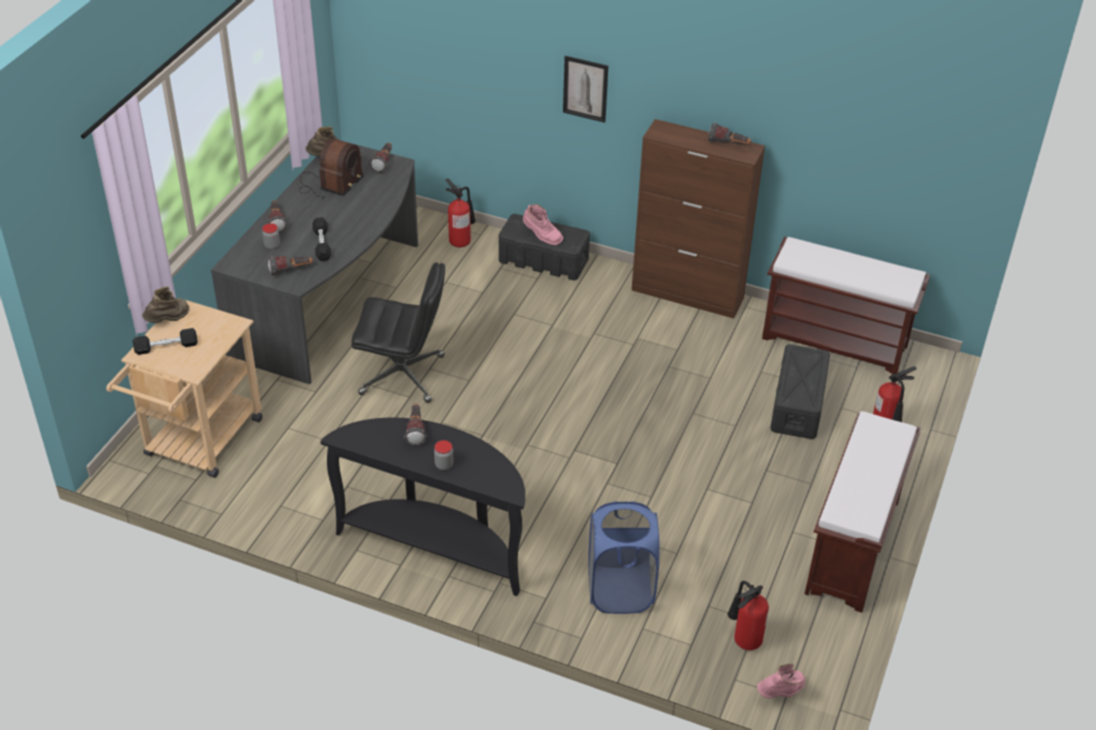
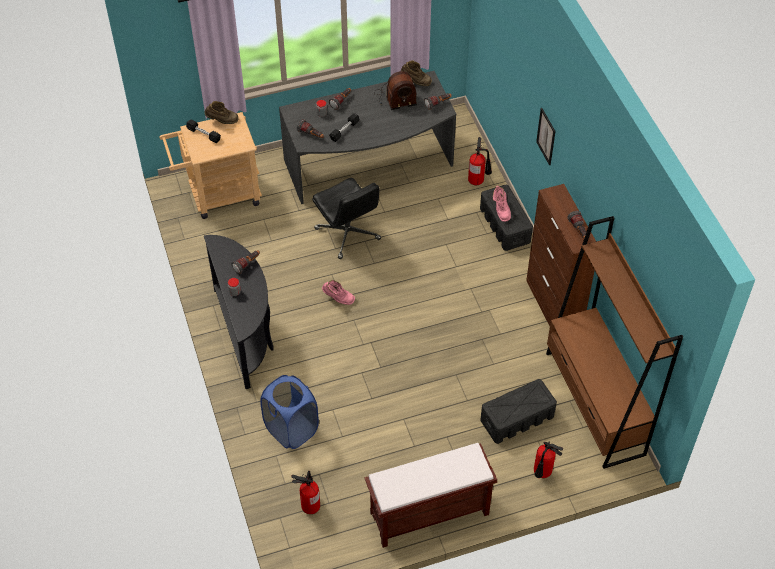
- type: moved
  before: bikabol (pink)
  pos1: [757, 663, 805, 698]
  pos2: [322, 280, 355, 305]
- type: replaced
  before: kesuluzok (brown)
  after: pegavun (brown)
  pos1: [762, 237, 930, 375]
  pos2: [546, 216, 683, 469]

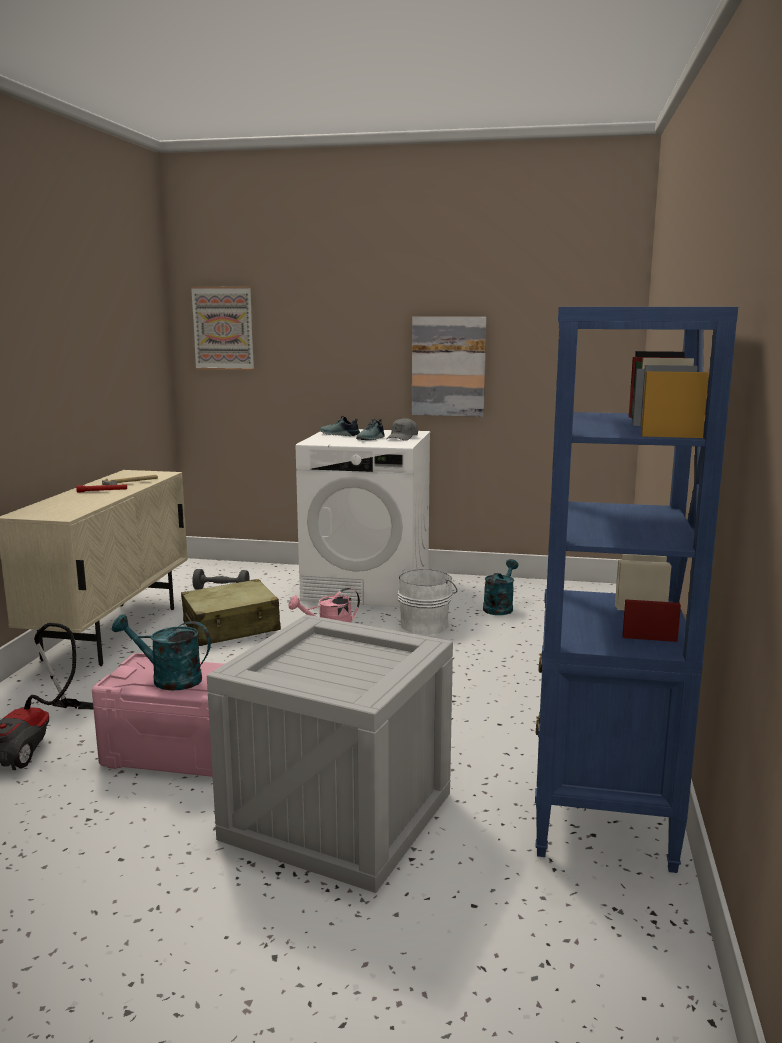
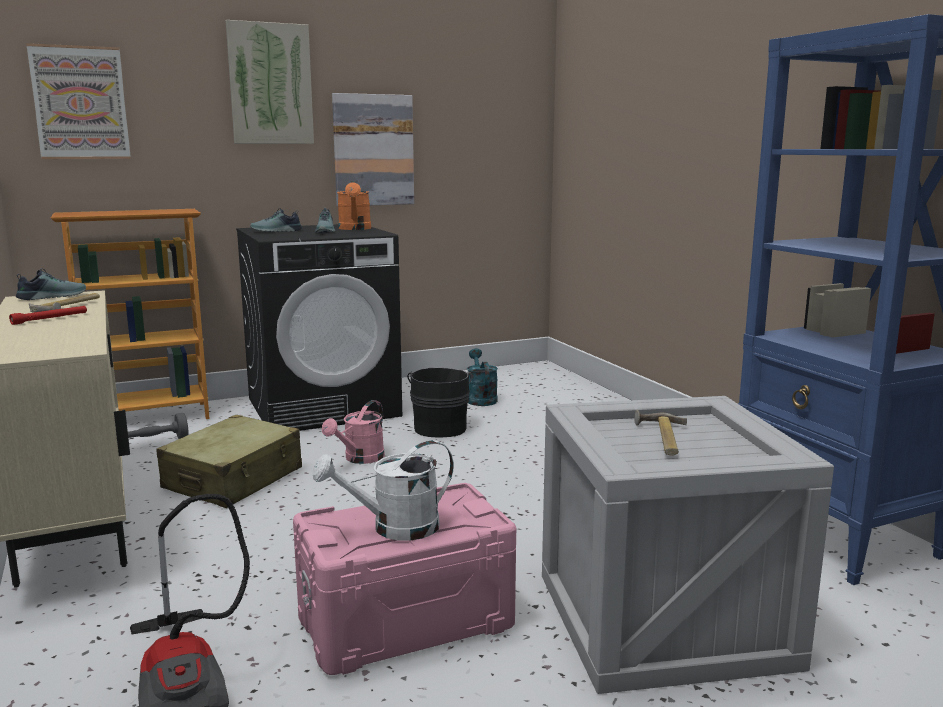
- type: added
  after: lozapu
  pos2: [16, 268, 86, 300]
- type: added
  after: pegavun
  pos2: [51, 209, 210, 419]
- type: added
  after: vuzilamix
  pos2: [226, 20, 314, 144]
- type: recoloured
  before: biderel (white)
  after: biderel (black)
  pos1: [296, 429, 430, 607]
  pos2: [236, 224, 402, 431]
- type: recoloured
  before: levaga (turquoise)
  after: levaga (white)
  pos1: [112, 614, 211, 691]
  pos2: [313, 440, 454, 541]
- type: replaced
  before: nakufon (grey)
  after: levaga (orange)
  pos1: [386, 418, 418, 441]
  pos2: [337, 181, 371, 230]
- type: recoloured
  before: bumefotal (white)
  after: bumefotal (black)
  pos1: [398, 569, 457, 635]
  pos2: [407, 368, 473, 438]
- type: added
  after: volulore
  pos2: [634, 410, 687, 455]

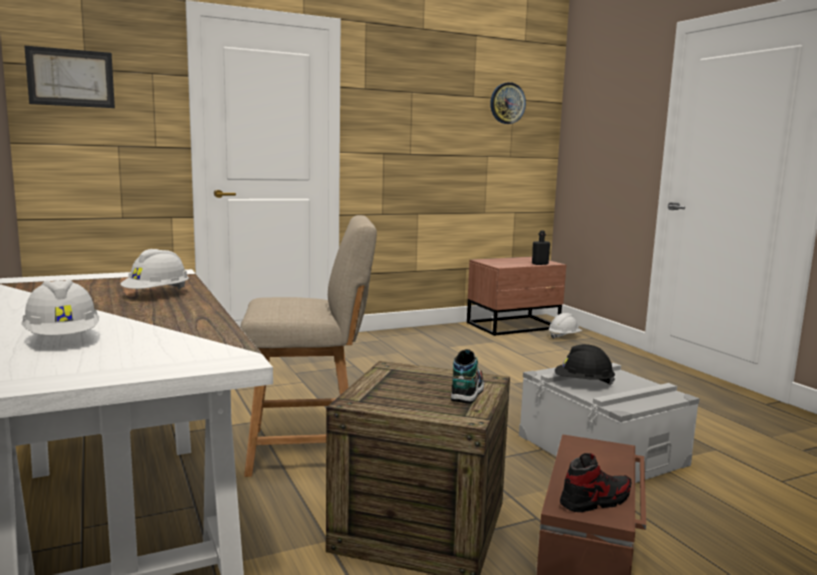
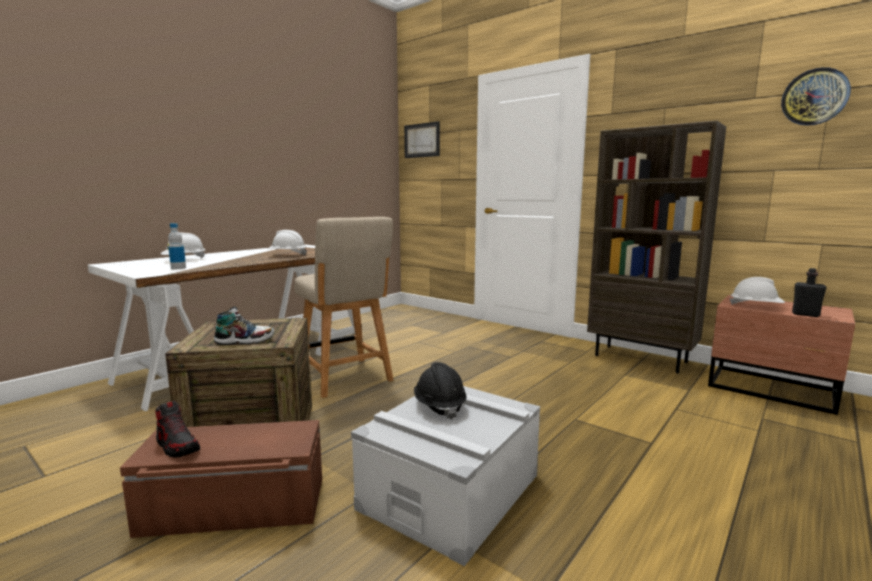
- type: added
  after: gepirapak
  pos2: [168, 223, 186, 269]
- type: added
  after: pegavun (brown)
  pos2: [587, 121, 726, 373]
- type: moved
  before: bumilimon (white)
  pos1: [549, 313, 582, 339]
  pos2: [730, 277, 785, 305]

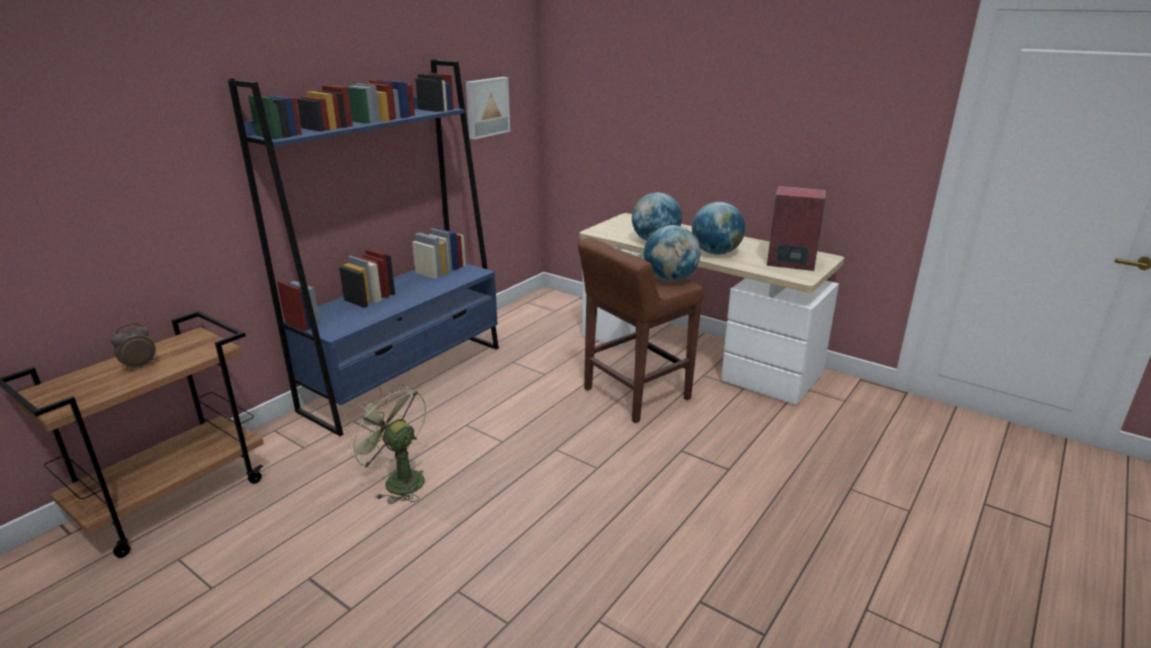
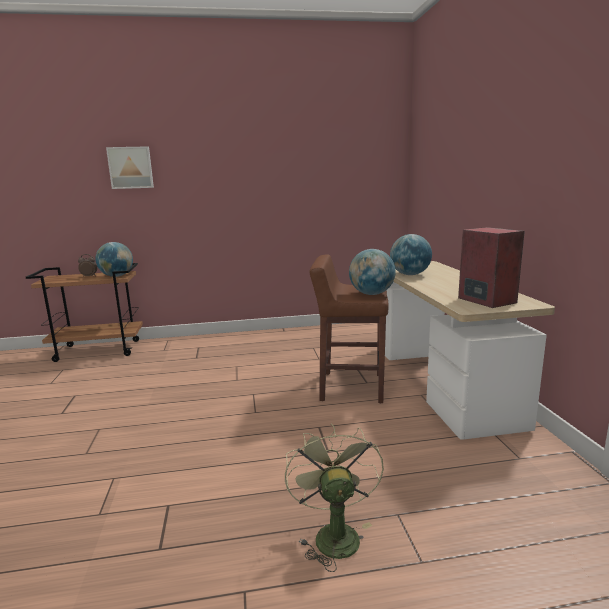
- type: moved
  before: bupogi
  pos1: [692, 202, 745, 255]
  pos2: [95, 242, 133, 277]
- type: moved
  before: vuzilamix
  pos1: [466, 77, 510, 140]
  pos2: [106, 146, 154, 189]
- type: moved
  before: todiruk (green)
  pos1: [345, 384, 426, 504]
  pos2: [285, 423, 384, 572]
- type: removed
  before: pegavun (blue)
  pos1: [228, 59, 499, 436]

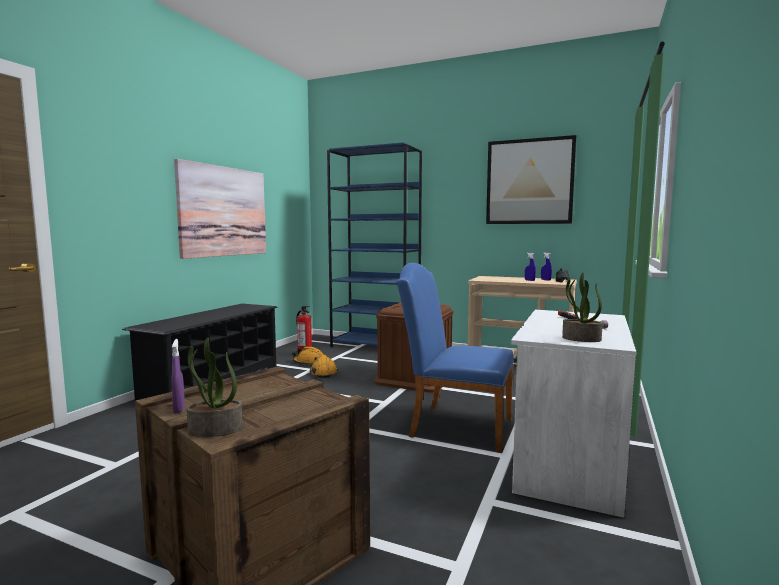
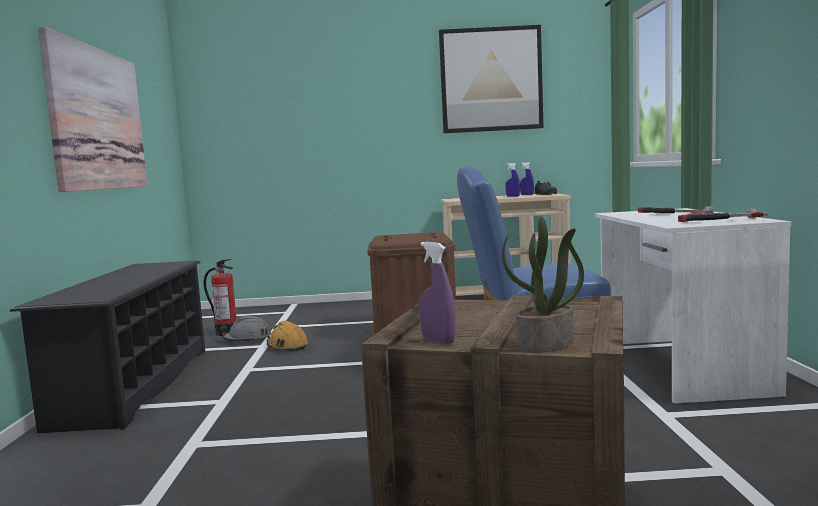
- type: recoloured
  before: bumilimon (orange)
  after: bumilimon (grey)
  pos1: [292, 347, 324, 364]
  pos2: [220, 316, 271, 342]
- type: replaced
  before: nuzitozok
  after: volulore
  pos1: [562, 273, 603, 342]
  pos2: [678, 208, 769, 222]
- type: removed
  before: pegavun (blue)
  pos1: [327, 142, 422, 347]

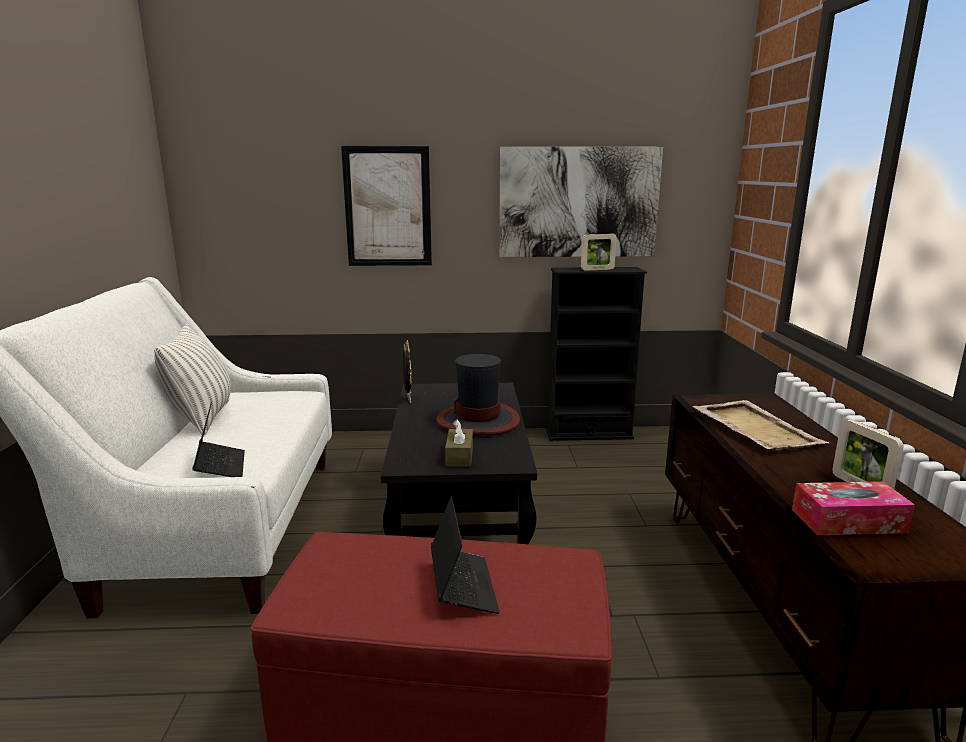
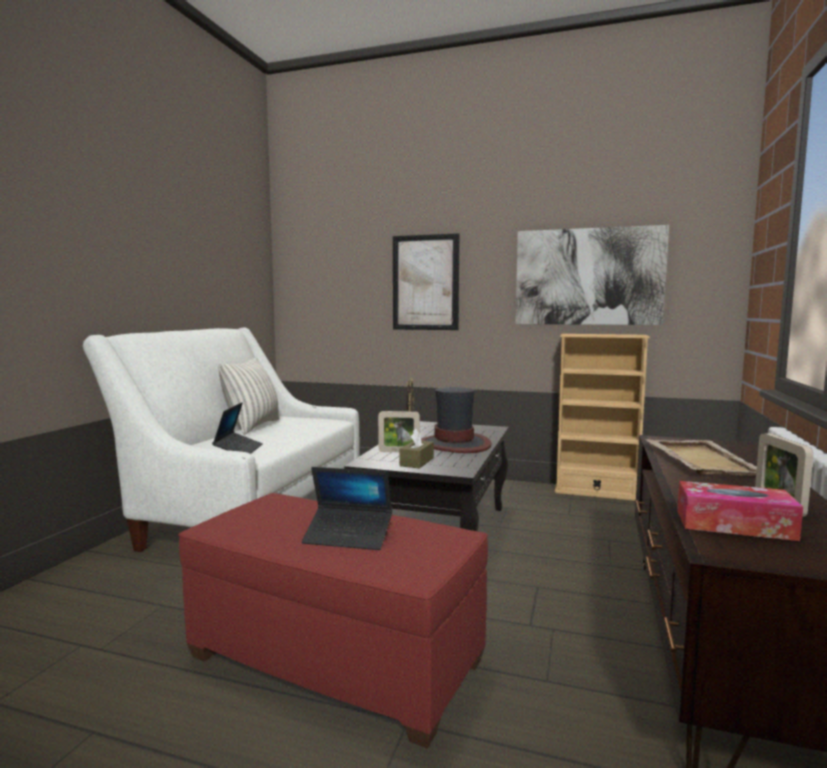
- type: turned
  before: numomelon
  pos1: [431, 497, 500, 614]
  pos2: [302, 467, 392, 550]
  turn: 90
- type: moved
  before: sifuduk
  pos1: [581, 234, 616, 271]
  pos2: [378, 411, 420, 452]
- type: recoloured
  before: pegavun (black)
  after: pegavun (beige)
  pos1: [546, 267, 647, 441]
  pos2: [555, 334, 650, 501]

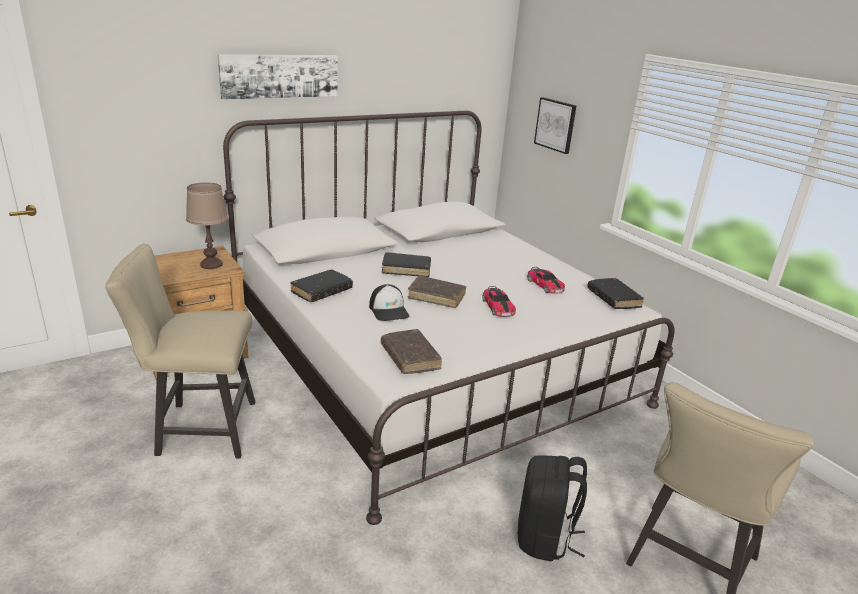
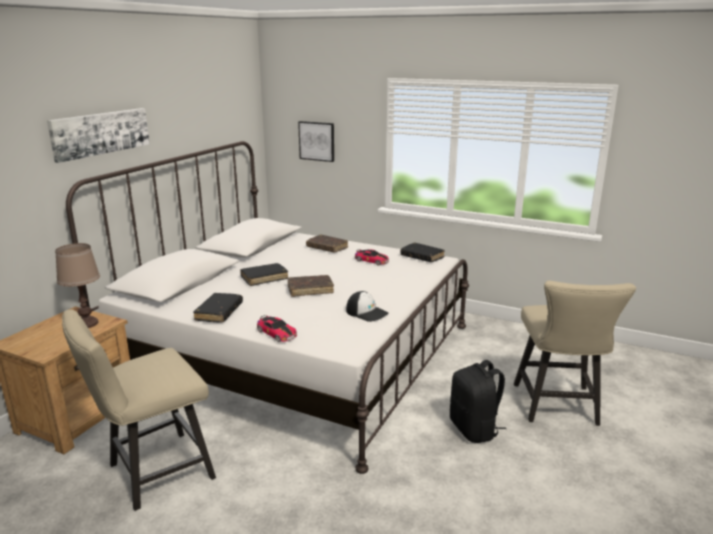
- type: moved
  before: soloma
  pos1: [482, 286, 516, 317]
  pos2: [257, 315, 297, 342]
- type: moved
  before: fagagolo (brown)
  pos1: [381, 329, 442, 374]
  pos2: [306, 235, 348, 253]
- type: moved
  before: nakufon
  pos1: [369, 284, 410, 321]
  pos2: [346, 291, 389, 322]

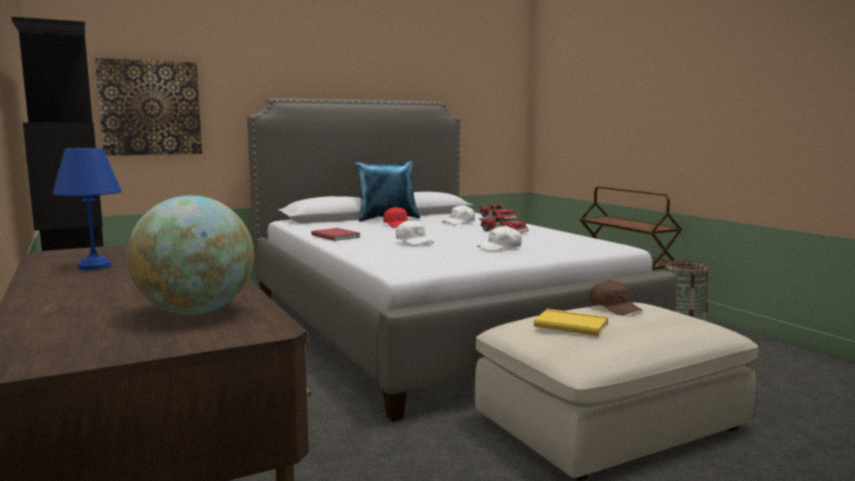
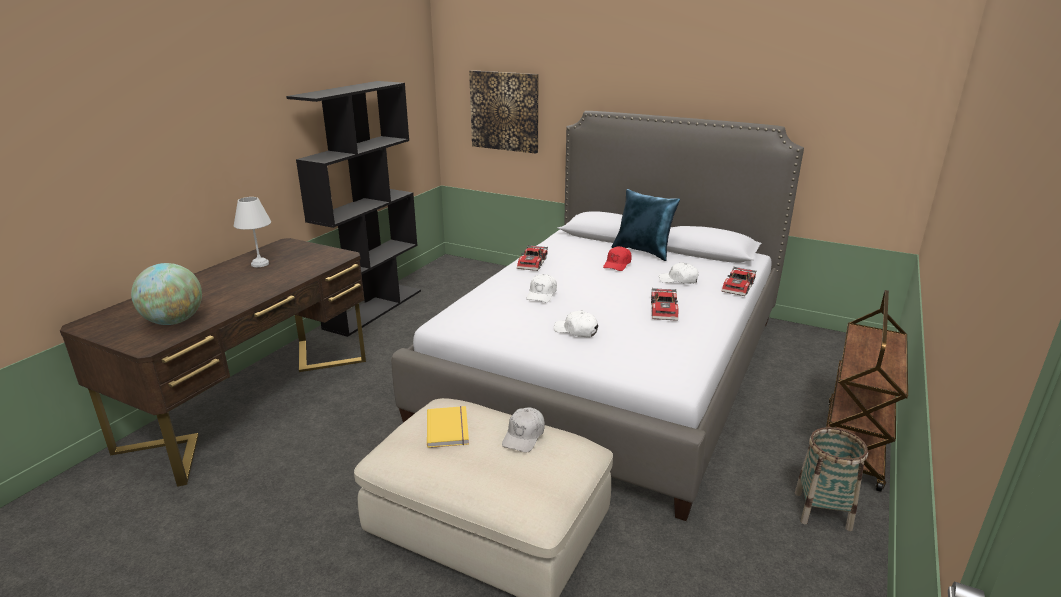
- type: recoloured
  before: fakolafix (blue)
  after: fakolafix (white)
  pos1: [52, 148, 122, 270]
  pos2: [234, 197, 271, 267]
- type: recoloured
  before: nakufon (brown)
  after: nakufon (white)
  pos1: [589, 280, 643, 315]
  pos2: [502, 408, 545, 453]
- type: replaced
  before: fagagolo (red)
  after: soloma
  pos1: [311, 228, 361, 241]
  pos2: [517, 245, 548, 271]

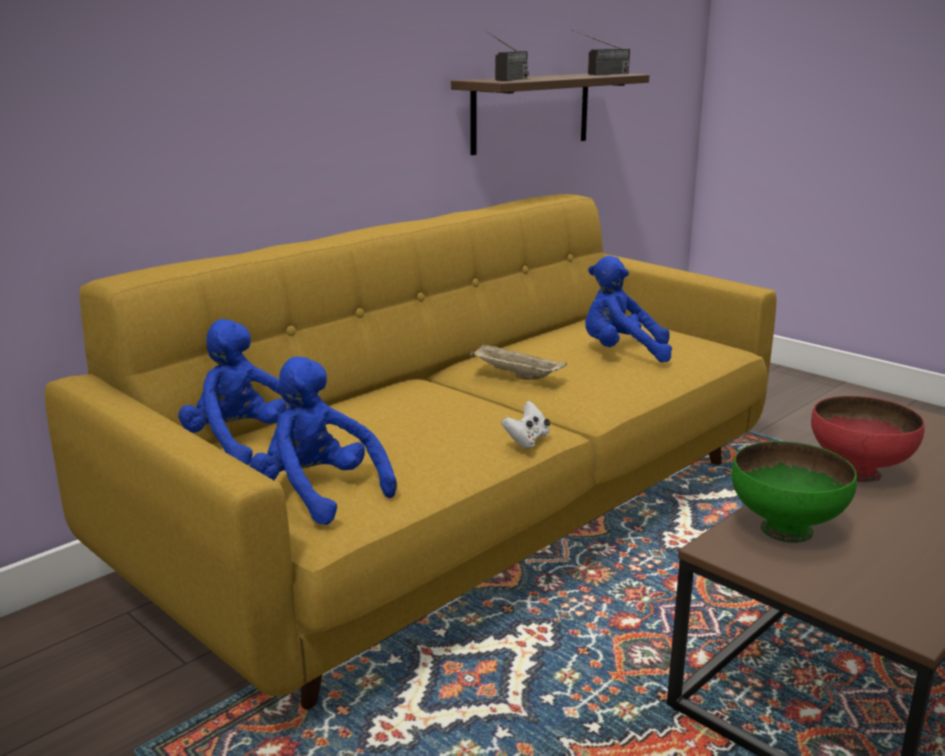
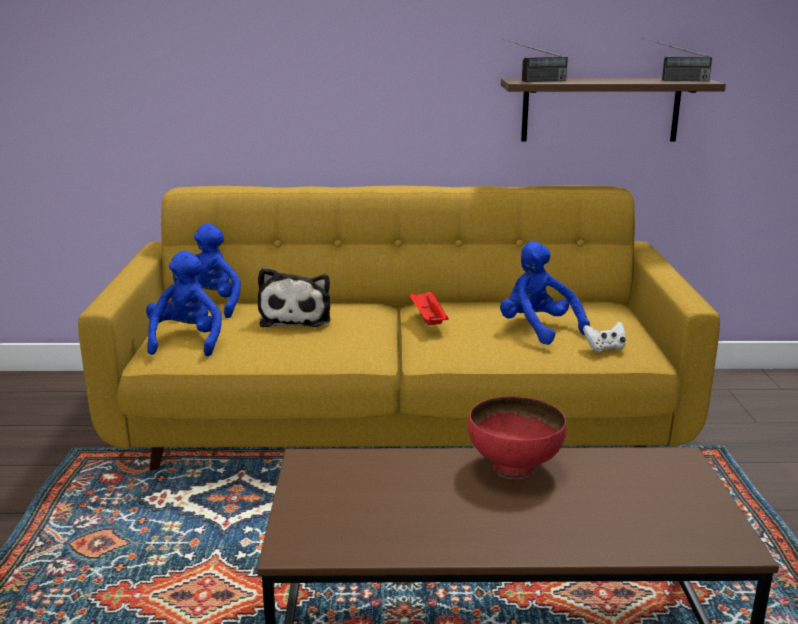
- type: added
  after: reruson
  pos2: [258, 268, 331, 327]
- type: recoloured
  before: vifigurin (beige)
  after: vifigurin (red)
  pos1: [470, 344, 567, 380]
  pos2: [409, 290, 449, 325]
- type: moved
  before: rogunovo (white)
  pos1: [501, 401, 550, 448]
  pos2: [583, 321, 626, 352]
- type: removed
  before: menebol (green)
  pos1: [731, 441, 857, 543]

